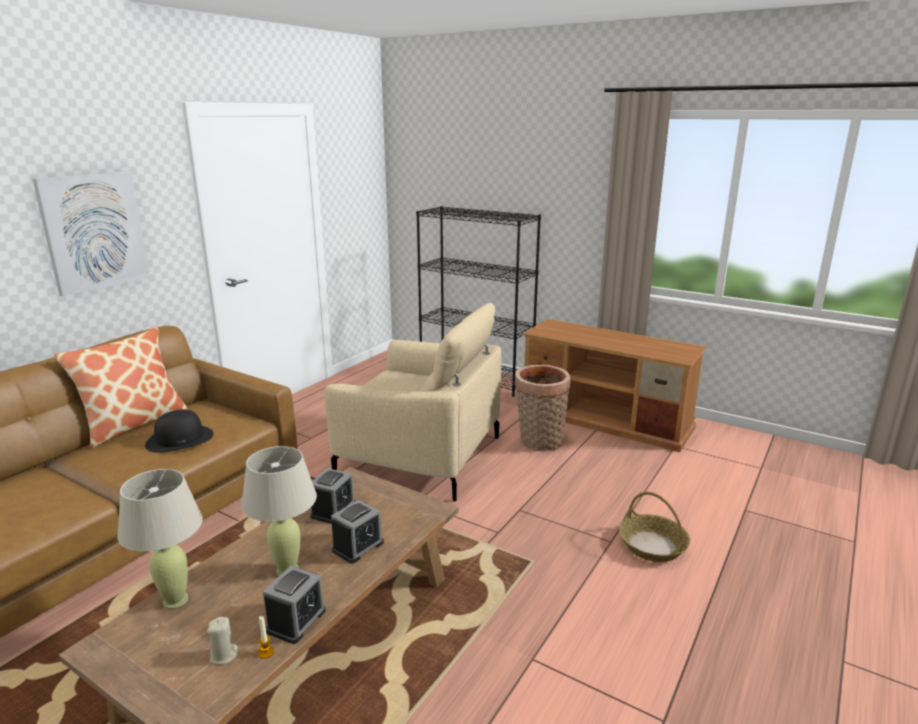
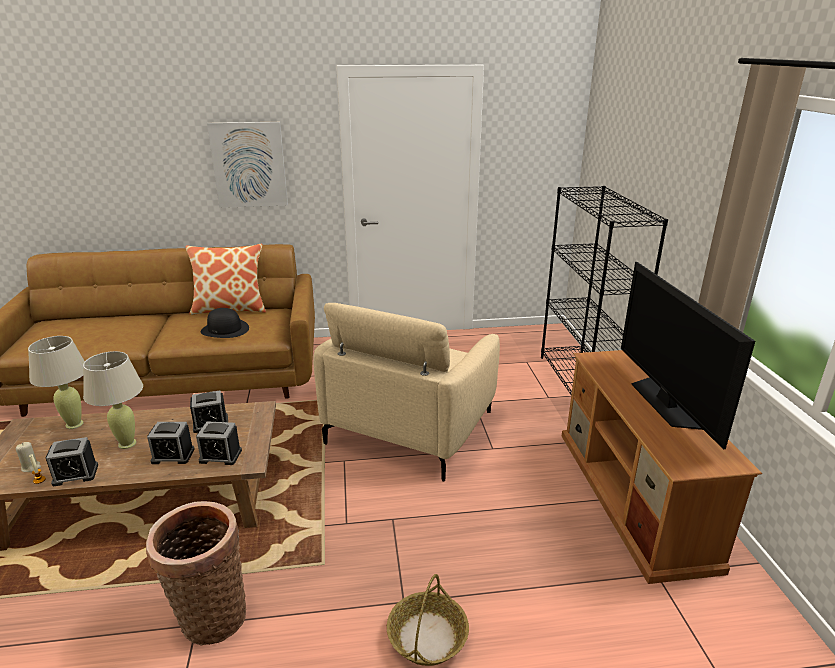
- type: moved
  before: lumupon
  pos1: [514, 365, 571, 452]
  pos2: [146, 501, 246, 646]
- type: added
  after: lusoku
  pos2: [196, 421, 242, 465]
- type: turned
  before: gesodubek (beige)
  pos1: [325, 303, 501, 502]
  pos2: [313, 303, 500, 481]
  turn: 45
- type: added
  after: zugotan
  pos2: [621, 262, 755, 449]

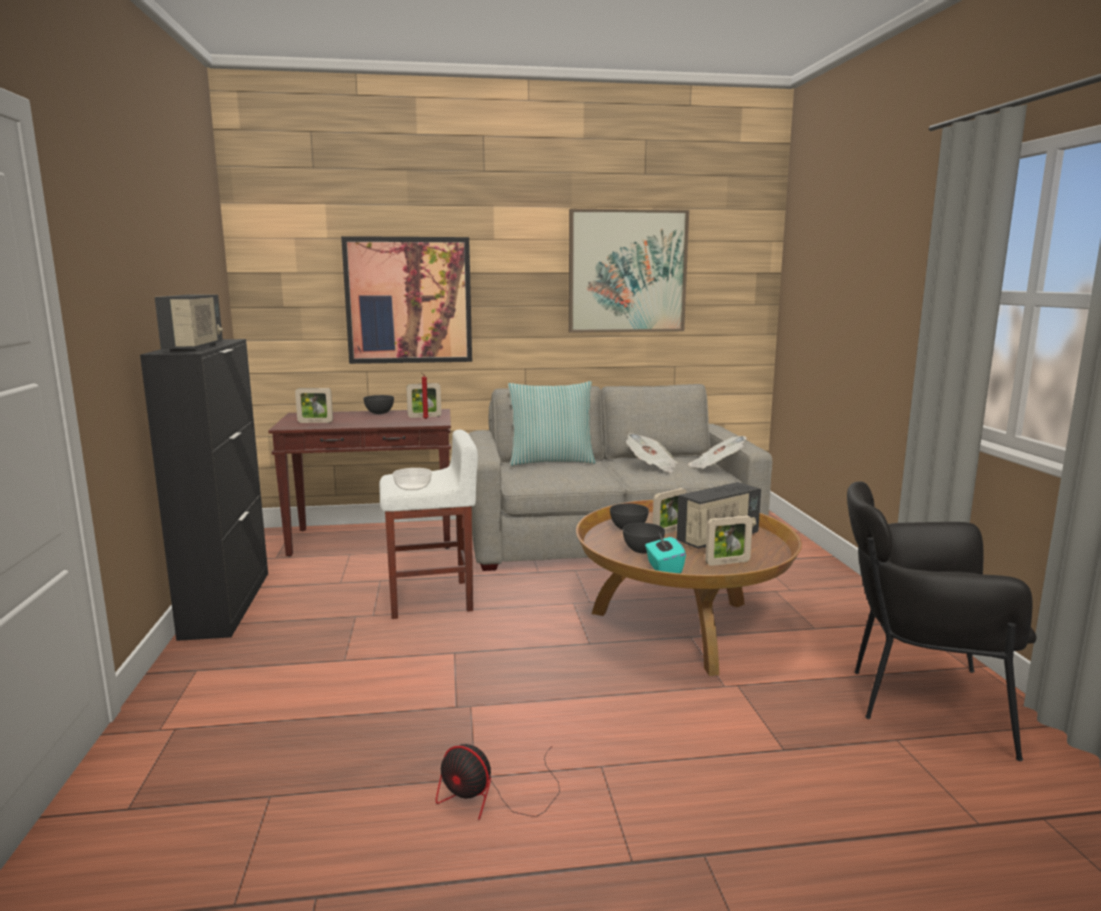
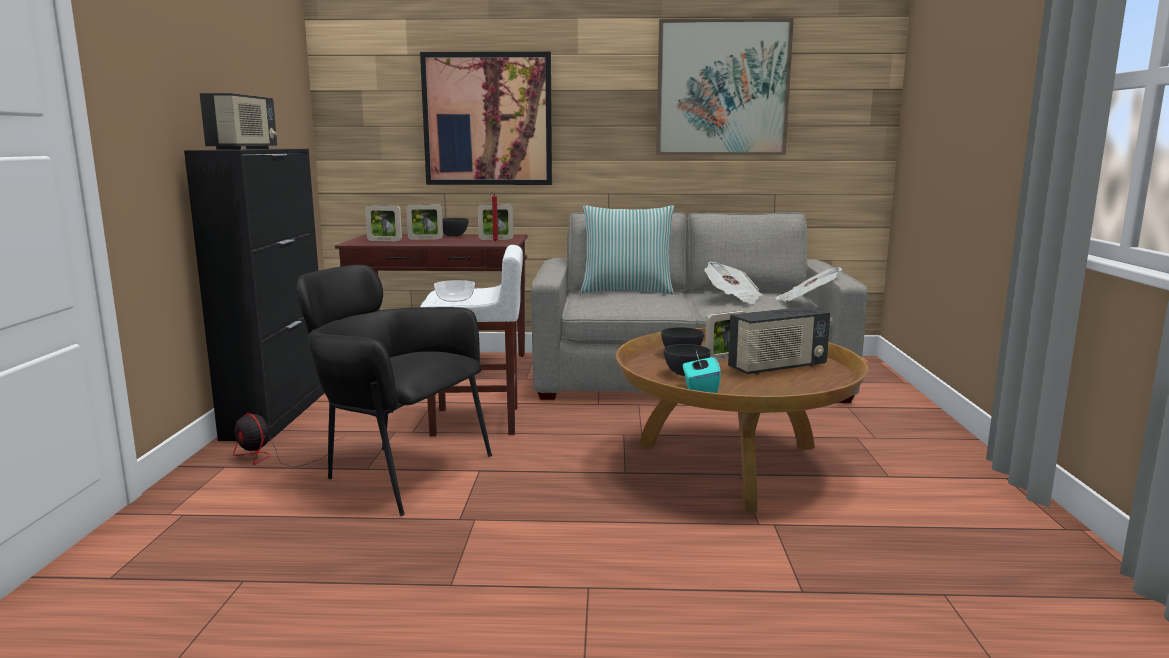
- type: moved
  before: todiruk
  pos1: [436, 744, 560, 820]
  pos2: [233, 413, 344, 467]
- type: moved
  before: gesodubek (black)
  pos1: [847, 482, 1036, 761]
  pos2: [296, 265, 492, 516]
- type: moved
  before: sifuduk
  pos1: [705, 515, 753, 566]
  pos2: [406, 204, 443, 240]

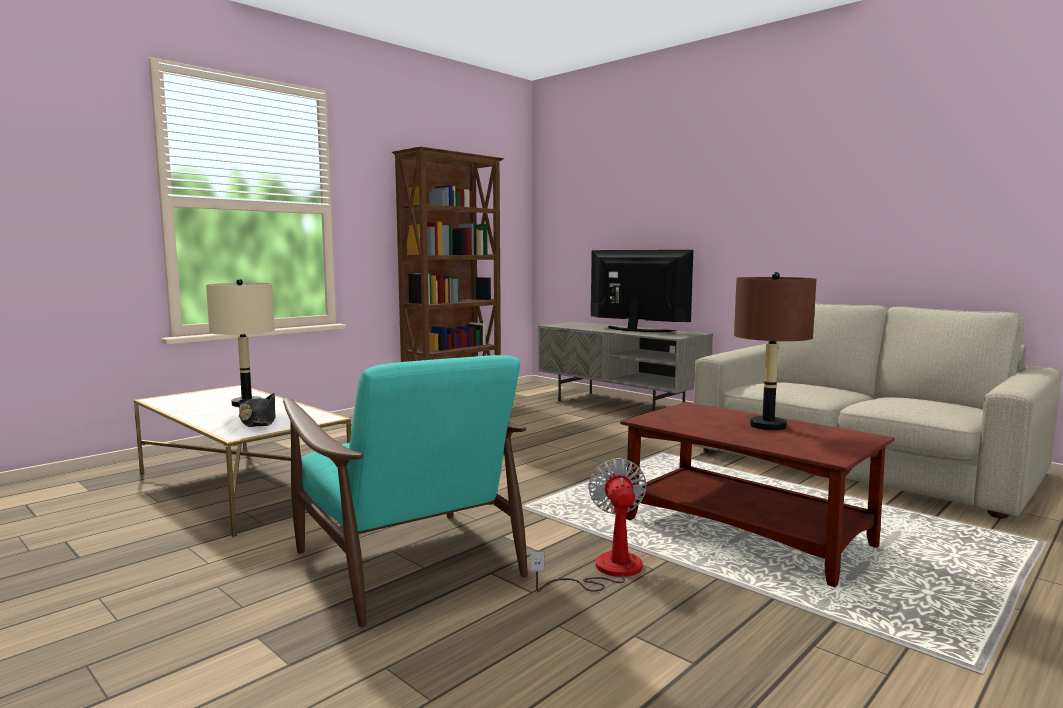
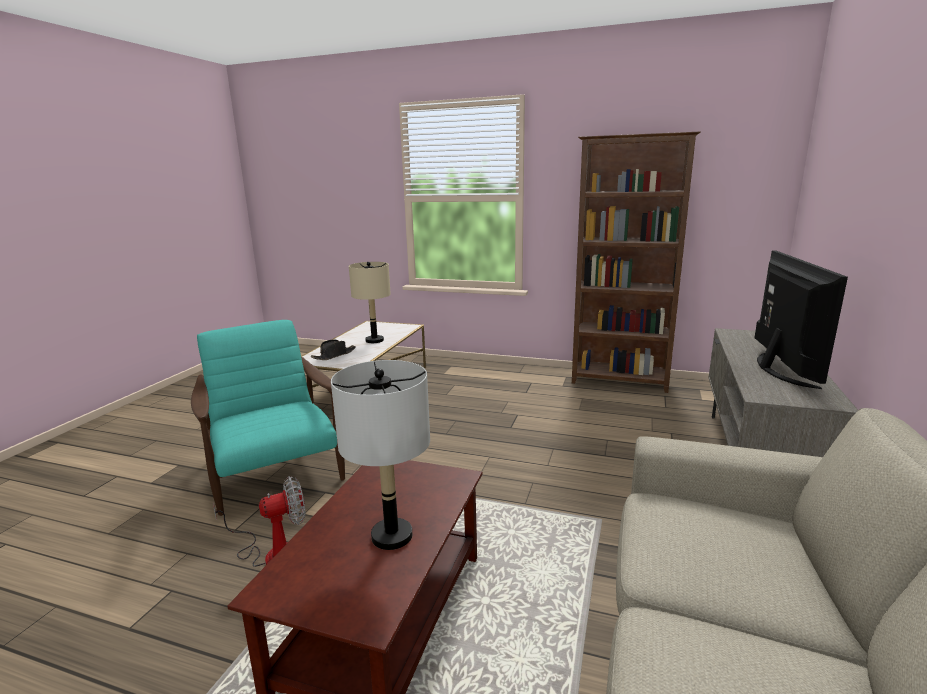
- type: turned
  before: gesodubek (turquoise)
  pos1: [283, 355, 528, 627]
  pos2: [191, 320, 345, 516]
  turn: 120
- type: recoloured
  before: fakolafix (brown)
  after: fakolafix (grey)
  pos1: [734, 272, 817, 430]
  pos2: [331, 360, 430, 550]

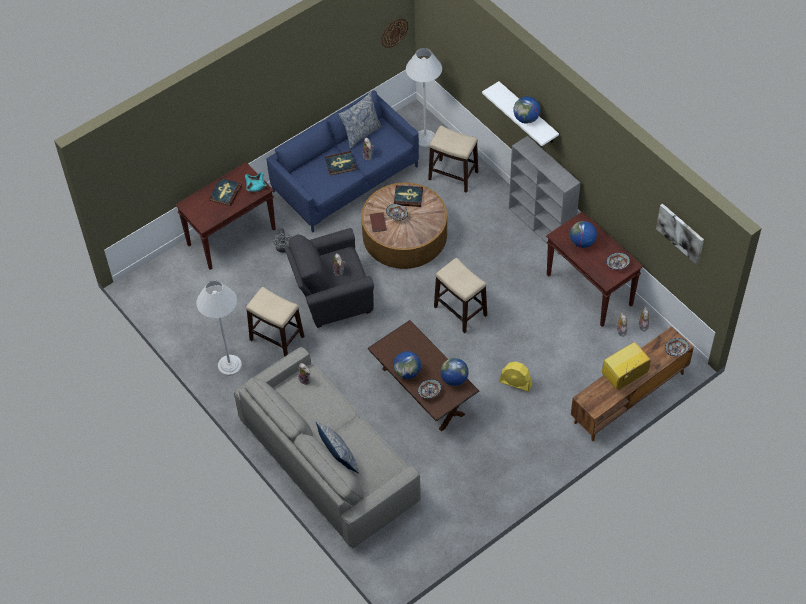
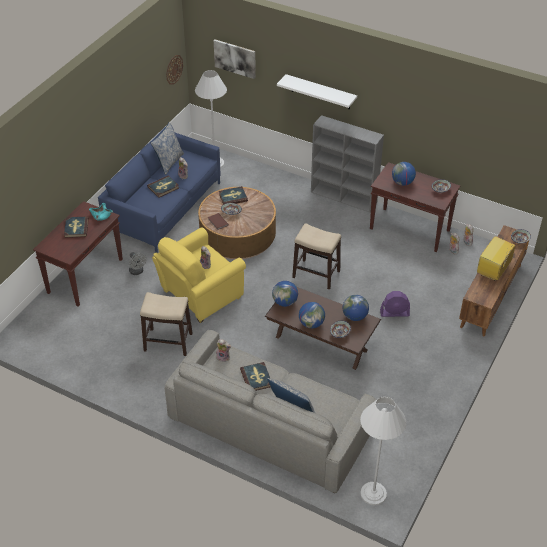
- type: recoloured
  before: gesodubek (grey)
  after: gesodubek (yellow)
  pos1: [284, 228, 374, 328]
  pos2: [152, 227, 246, 323]
- type: moved
  before: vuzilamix
  pos1: [656, 203, 704, 265]
  pos2: [214, 39, 256, 79]
- type: added
  after: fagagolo
  pos2: [240, 362, 271, 391]
- type: moved
  before: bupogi
  pos1: [513, 96, 540, 124]
  pos2: [272, 281, 298, 307]
- type: moved
  before: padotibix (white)
  pos1: [197, 280, 242, 376]
  pos2: [360, 396, 406, 505]
- type: recoloured
  before: todiruk (yellow)
  after: todiruk (purple)
  pos1: [499, 362, 533, 392]
  pos2: [380, 291, 410, 317]
- type: removed
  before: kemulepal
  pos1: [428, 126, 478, 193]

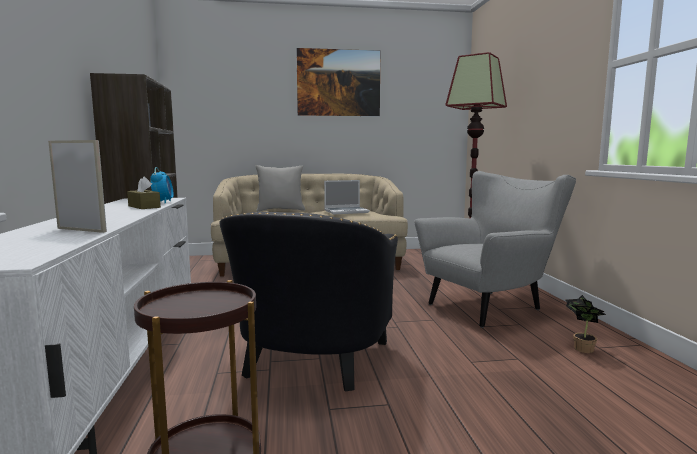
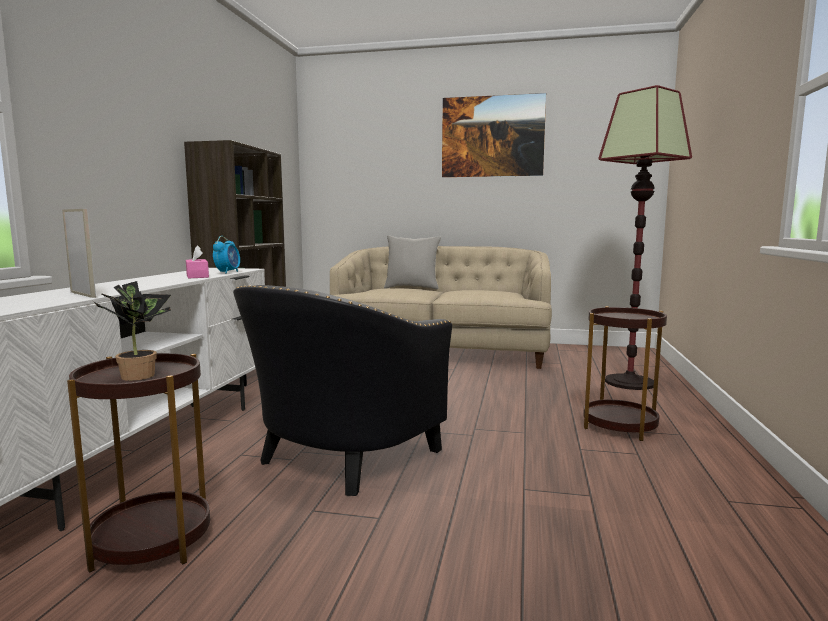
- type: moved
  before: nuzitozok
  pos1: [565, 295, 607, 353]
  pos2: [93, 281, 171, 381]
- type: recoloured
  before: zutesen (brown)
  after: zutesen (pink)
  pos1: [127, 176, 161, 209]
  pos2: [186, 245, 209, 278]
- type: replaced
  before: gesodubek (grey)
  after: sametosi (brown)
  pos1: [414, 171, 576, 328]
  pos2: [583, 306, 667, 441]
- type: removed
  before: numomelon
  pos1: [324, 180, 370, 214]

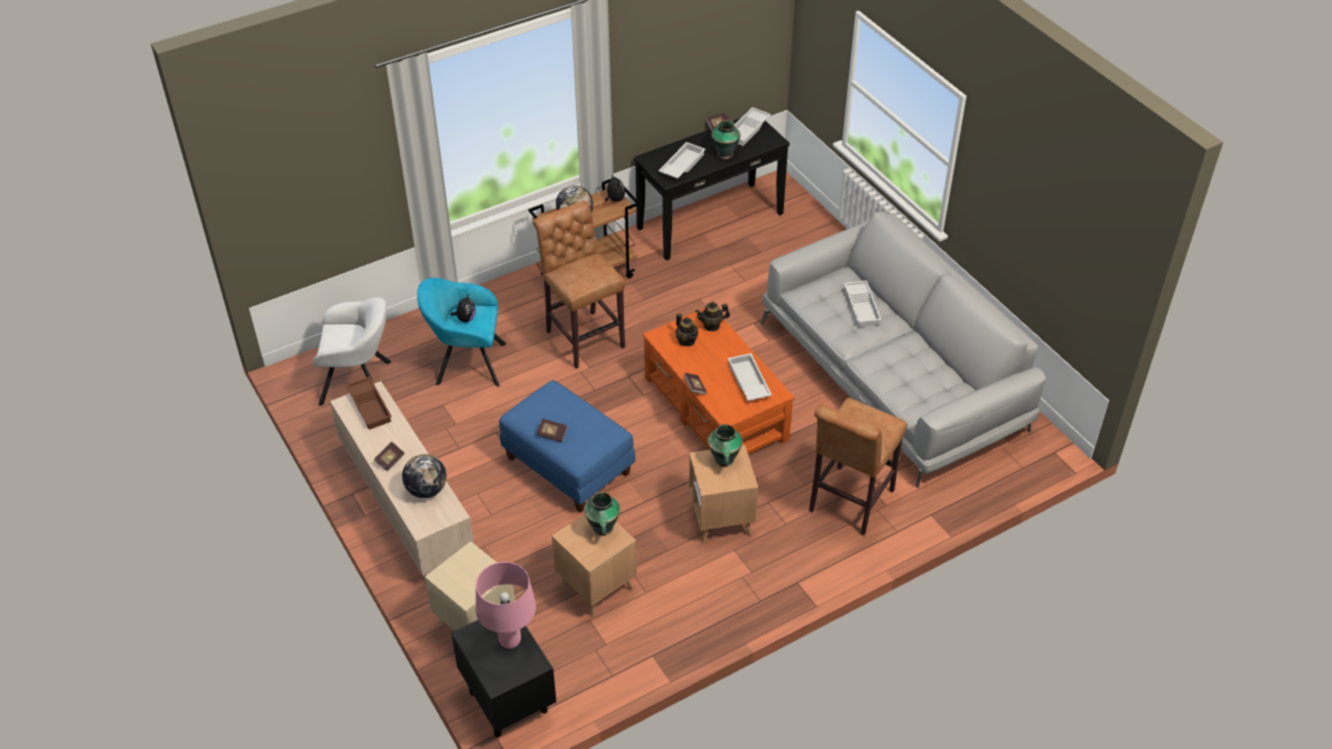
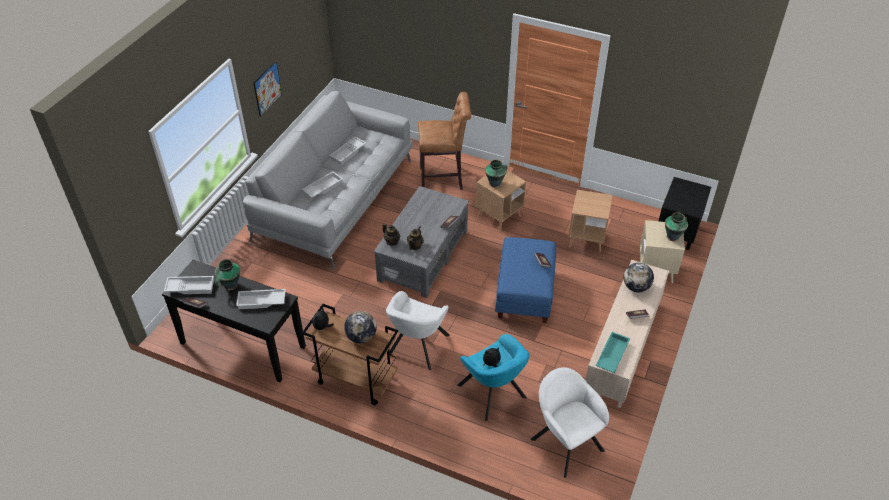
- type: added
  after: vuzilamix
  pos2: [253, 61, 282, 117]
- type: moved
  before: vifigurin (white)
  pos1: [728, 353, 772, 401]
  pos2: [329, 137, 367, 165]
- type: recoloured
  before: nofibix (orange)
  after: nofibix (grey)
  pos1: [643, 308, 795, 454]
  pos2: [374, 186, 469, 298]
- type: replaced
  before: kemulepal (brown)
  after: gesodubek (white)
  pos1: [533, 201, 625, 369]
  pos2: [386, 291, 450, 370]
- type: recoloured
  before: vifigurin (brown)
  after: vifigurin (turquoise)
  pos1: [346, 377, 392, 430]
  pos2: [596, 332, 630, 373]
- type: moved
  before: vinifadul
  pos1: [584, 492, 620, 536]
  pos2: [665, 212, 688, 242]
- type: removed
  before: fakolafix (pink)
  pos1: [476, 562, 536, 649]

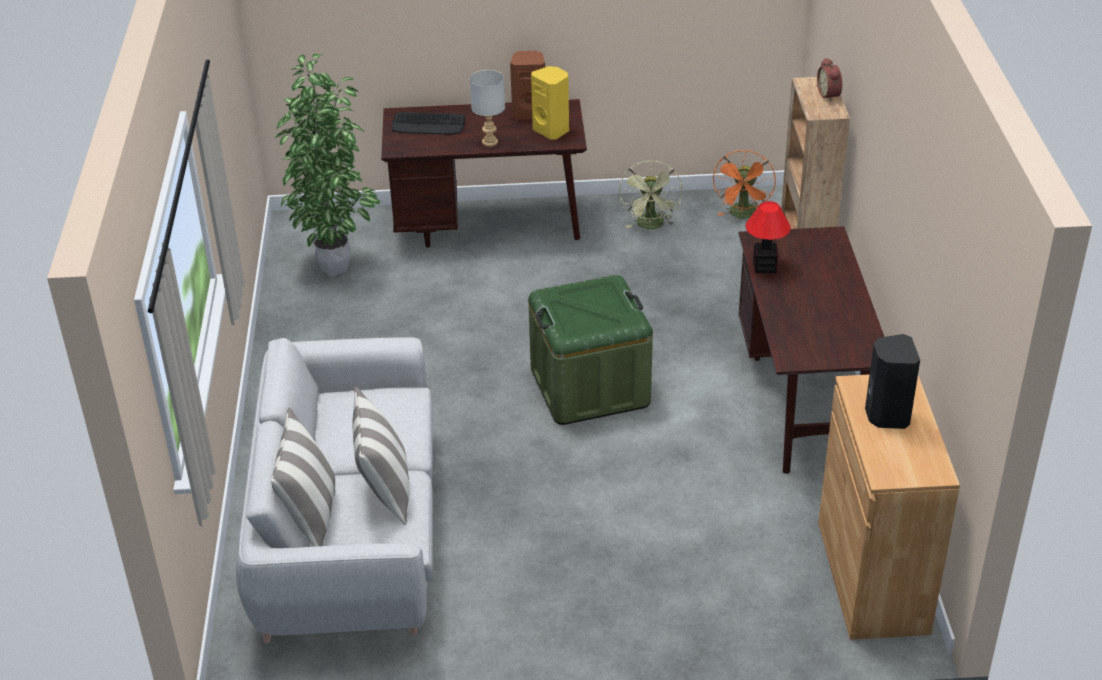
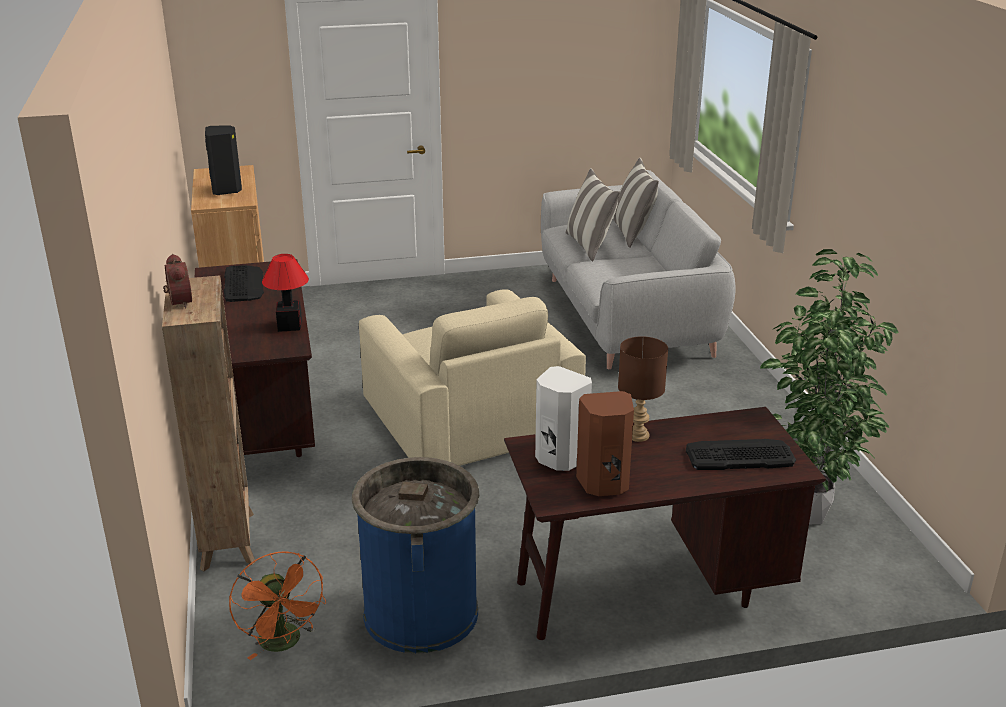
- type: added
  after: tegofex
  pos2: [224, 265, 264, 302]
- type: turned
  before: todiruk (orange)
  pos1: [713, 150, 776, 219]
  pos2: [229, 551, 326, 660]
  turn: 150
- type: replaced
  before: todiruk (green)
  after: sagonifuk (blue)
  pos1: [619, 161, 682, 229]
  pos2: [352, 457, 479, 654]
- type: replaced
  before: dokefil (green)
  after: gesodubek (beige)
  pos1: [528, 275, 653, 425]
  pos2: [359, 289, 586, 466]
- type: recoloured
  before: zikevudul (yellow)
  after: zikevudul (white)
  pos1: [531, 66, 569, 140]
  pos2: [535, 366, 592, 471]
- type: recoloured
  before: fakolafix (grey)
  after: fakolafix (brown)
  pos1: [470, 70, 505, 147]
  pos2: [618, 336, 668, 442]

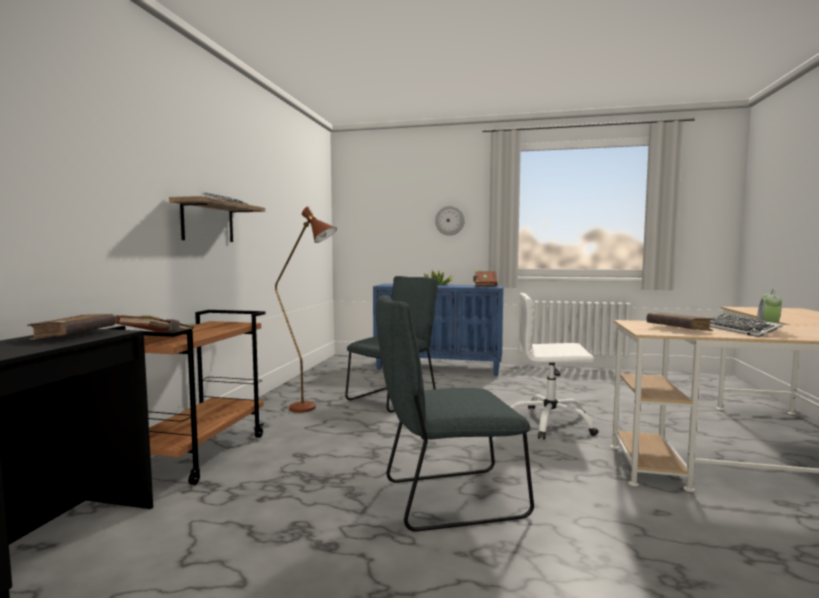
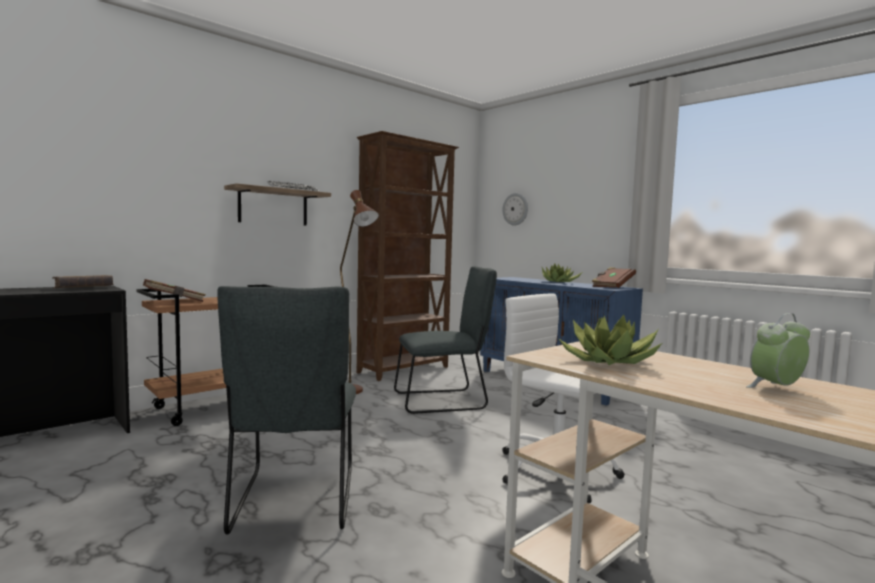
- type: turned
  before: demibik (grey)
  pos1: [376, 295, 534, 531]
  pos2: [217, 286, 356, 535]
  turn: -120
- type: added
  after: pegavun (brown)
  pos2: [357, 131, 459, 381]
- type: moved
  before: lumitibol
  pos1: [435, 206, 465, 236]
  pos2: [502, 193, 528, 226]
- type: replaced
  before: fagagolo (brown)
  after: nuzitozok
  pos1: [646, 313, 714, 331]
  pos2: [559, 315, 662, 365]
- type: removed
  before: tegofex
  pos1: [710, 314, 783, 337]

